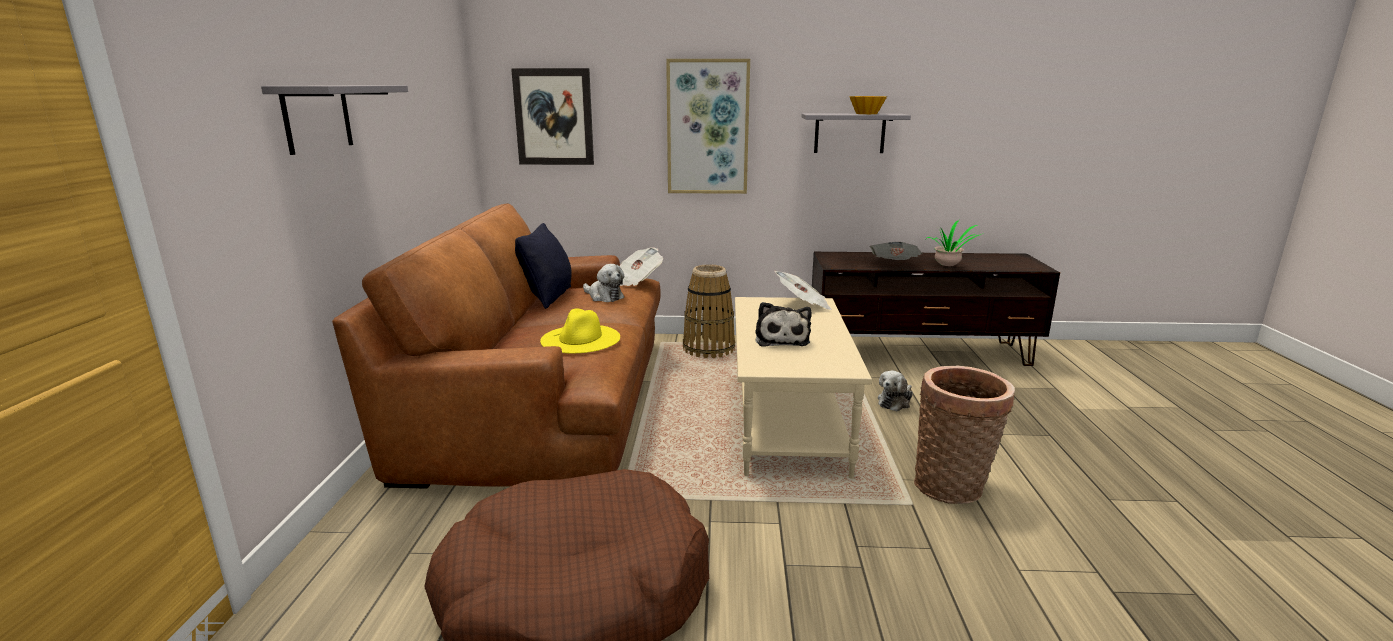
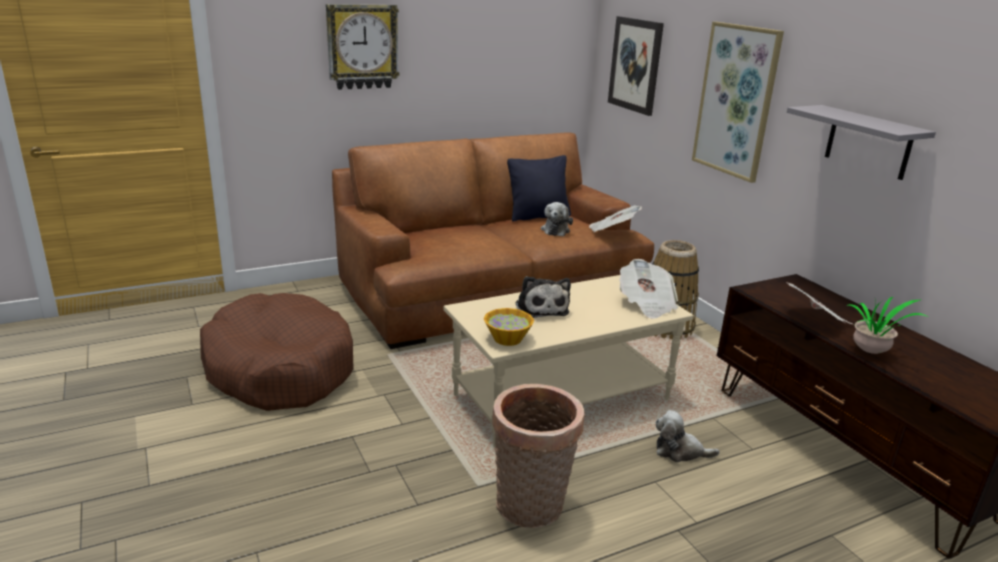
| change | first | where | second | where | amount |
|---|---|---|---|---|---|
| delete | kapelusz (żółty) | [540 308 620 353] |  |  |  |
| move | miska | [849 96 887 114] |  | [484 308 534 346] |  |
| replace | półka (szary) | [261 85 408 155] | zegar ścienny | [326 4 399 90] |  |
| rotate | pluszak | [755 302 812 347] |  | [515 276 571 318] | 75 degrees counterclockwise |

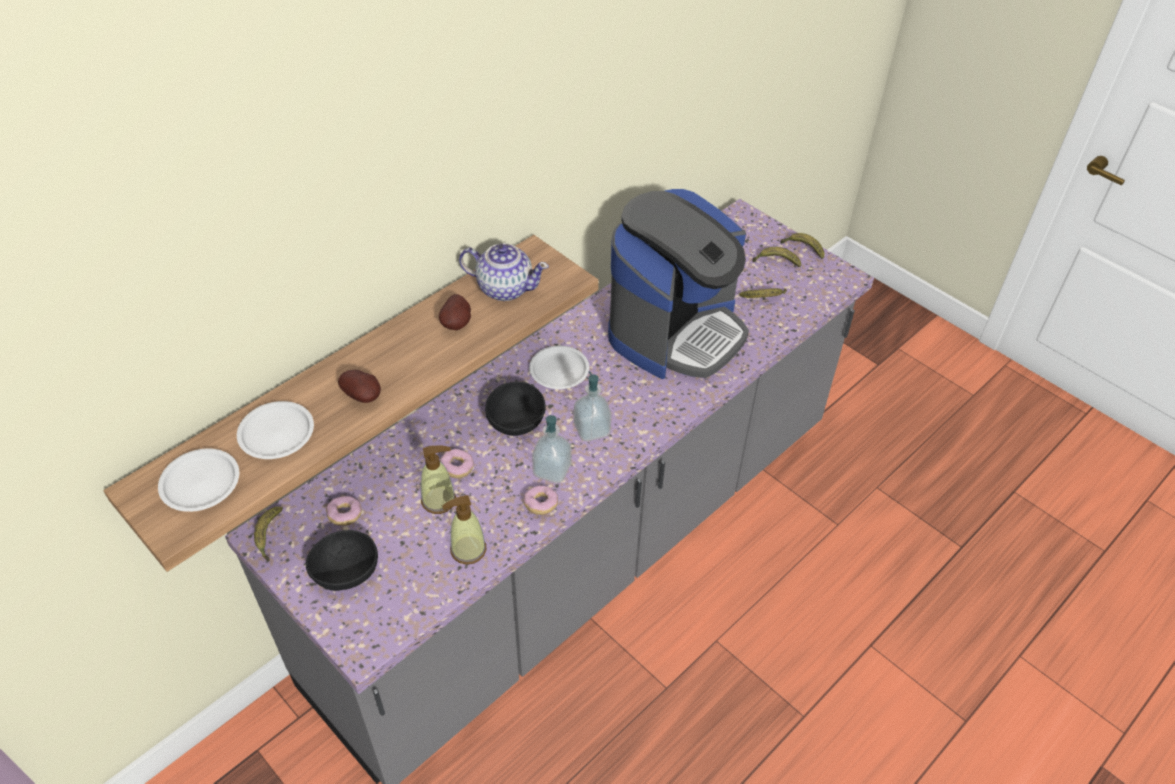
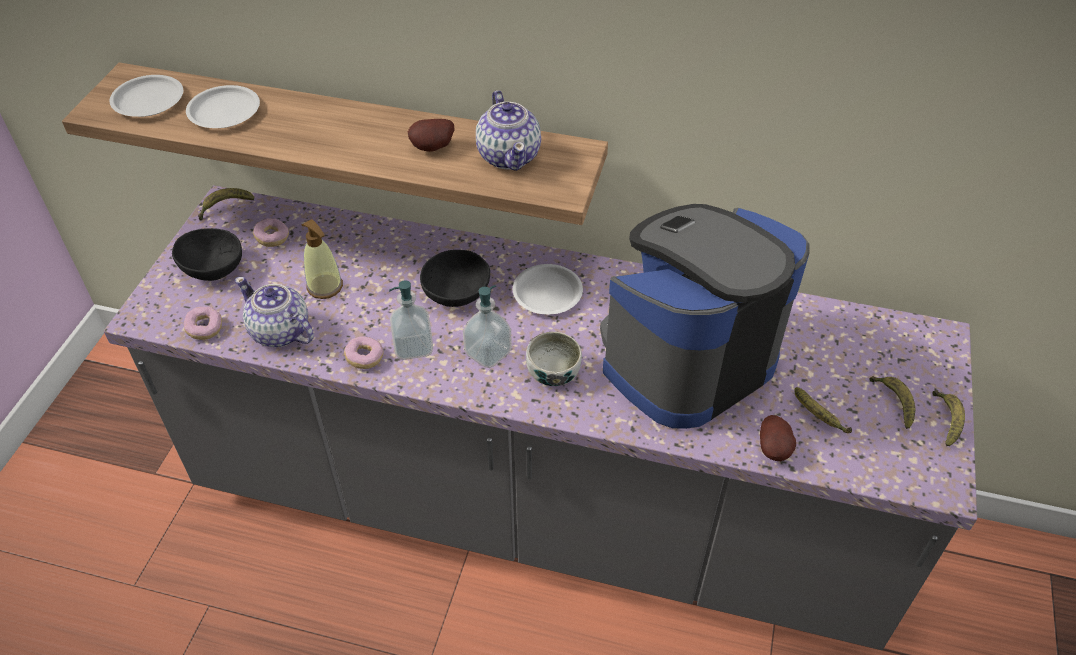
| change | first | where | second | where | amount |
|---|---|---|---|---|---|
| insert |  |  | miska | [526 332 582 386] |  |
| move | ziemniak | [338 370 381 403] |  | [760 415 796 461] |  |
| move | donut | [440 449 474 478] |  | [184 307 222 340] |  |
| replace | dozownik mydła | [442 495 487 565] | imbryk | [235 277 314 347] |  |
| rotate | ekspres do kawy | [608 189 749 379] |  | [600 204 809 429] | 135 degrees clockwise |

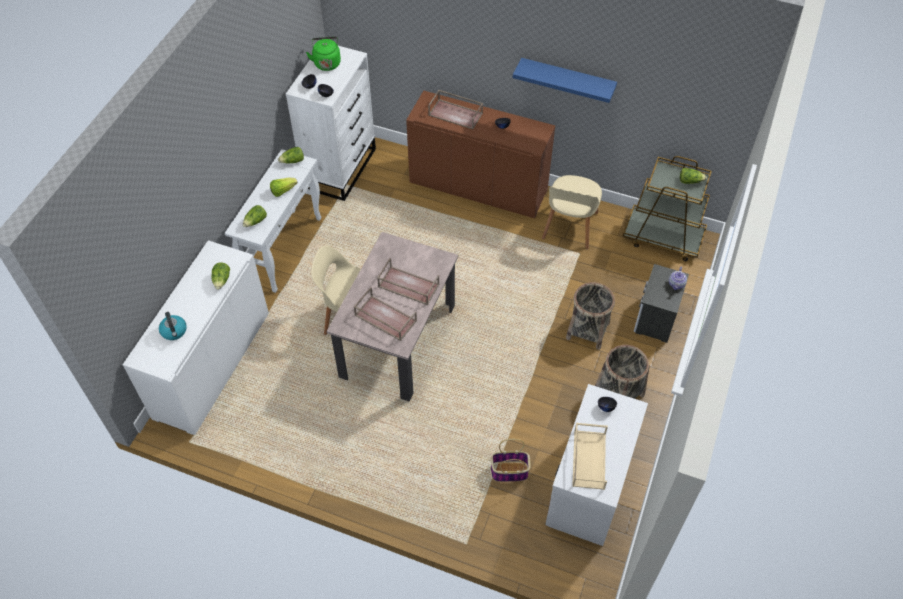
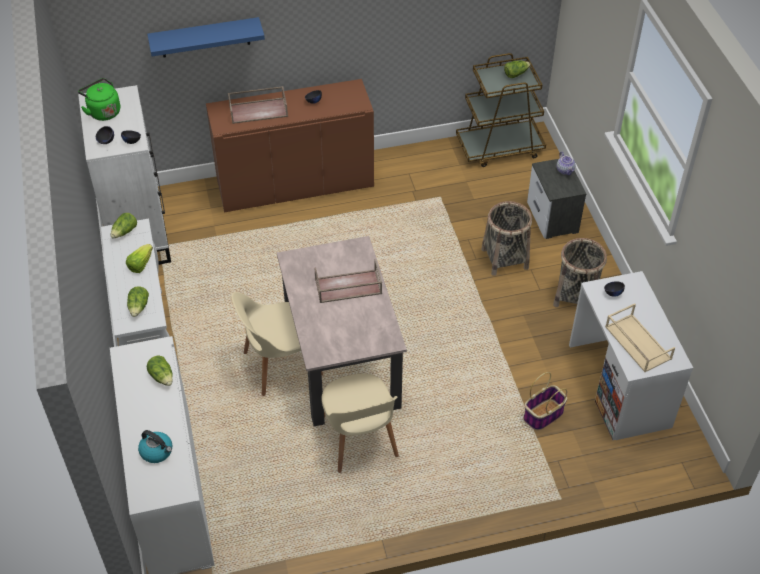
| change | first | where | second | where | amount |
|---|---|---|---|---|---|
| delete | taca (brązowy) | [353 287 417 341] |  |  |  |
| move | półka (niebieski) | [513 58 617 103] |  | [147 17 265 58] |  |
| move | krzesło (beżowy) | [542 175 602 250] |  | [321 373 399 473] |  |

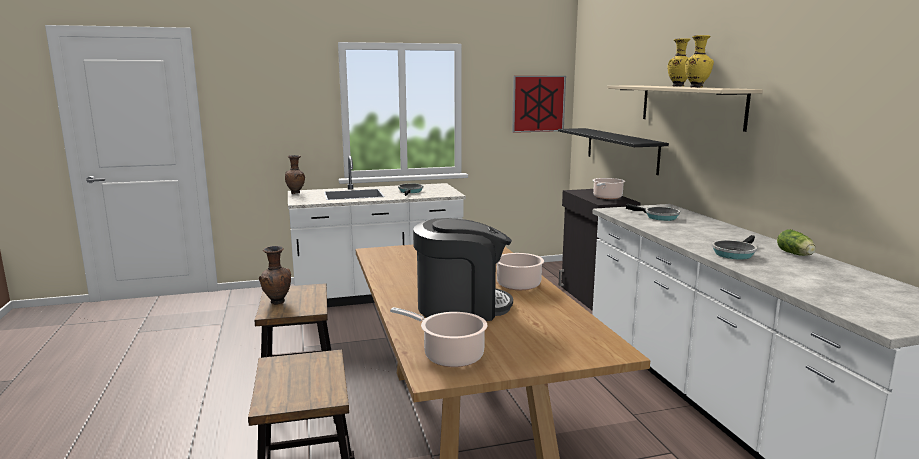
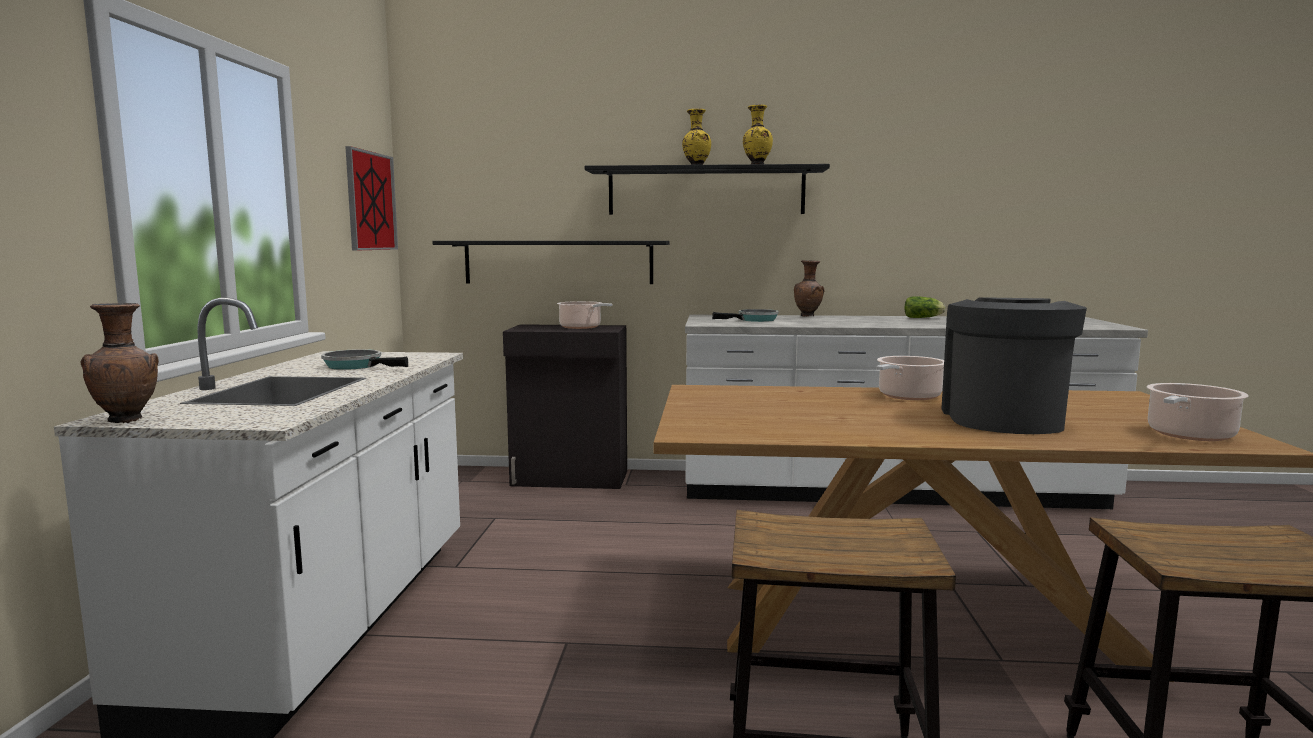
| change | first | where | second | where | amount |
|---|---|---|---|---|---|
| delete | patelnia | [712 235 757 260] |  |  |  |
| move | wazon (brązowy) | [259 246 291 305] |  | [794 260 824 317] |  |
| recolor | półka (beżowy) | [607 86 763 132] | półka (czarny) | [585 164 830 215] |  |

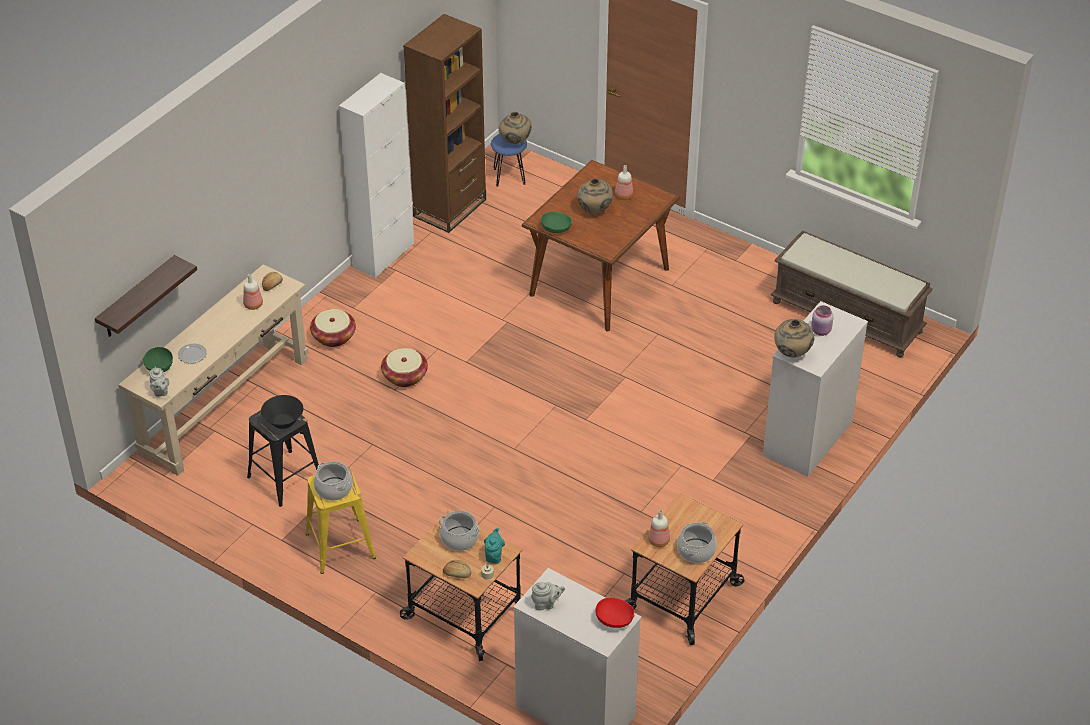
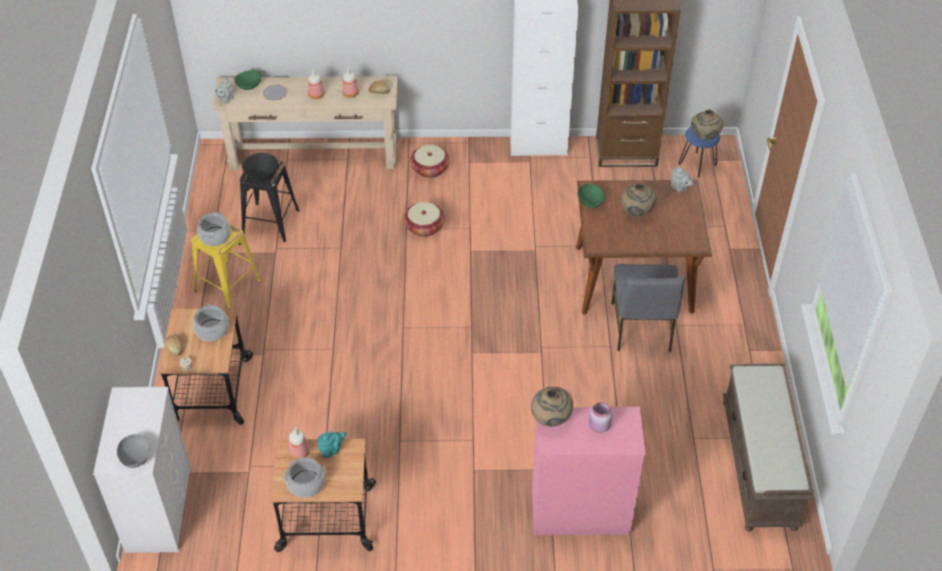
| change | first | where | second | where | amount |
|---|---|---|---|---|---|
| delete | półka | [95 255 197 337] |  |  |  |
| insert |  |  | krzesło (szary) | [611 264 686 352] |  |
| move | imbryk (turkusowy) | [484 528 505 564] |  | [317 431 346 458] |  |
| move | imbryk (szary) | [531 582 565 610] |  | [671 167 694 192] |  |
| move | butelka | [615 165 633 200] |  | [308 68 324 99] |  |
| recolor | miska (czerwony) | [595 598 634 628] | miska (szary) | [117 434 150 468] |  |
| recolor | komoda (biały) | [763 301 868 477] | komoda (różowy) | [532 407 646 536] |  |

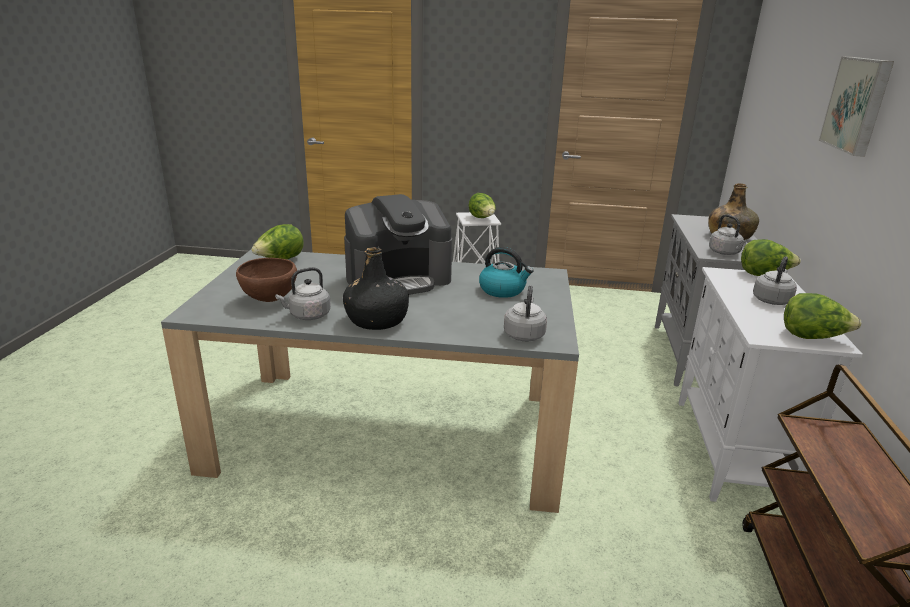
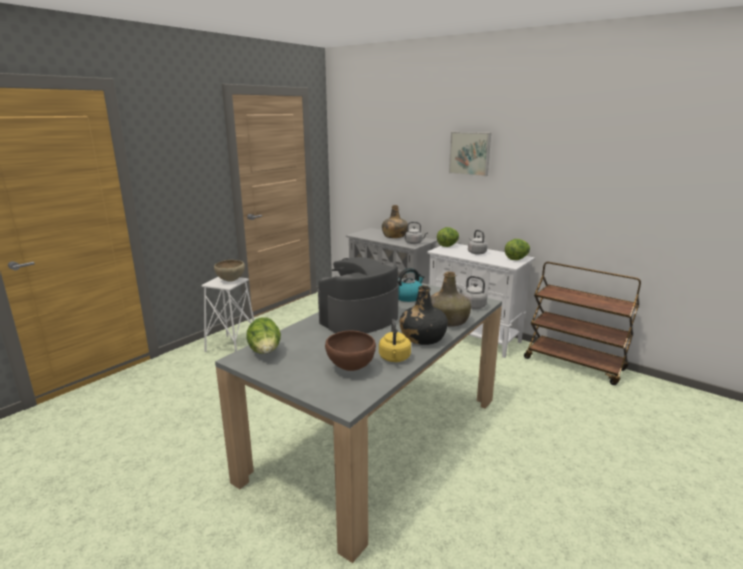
| change | first | where | second | where | amount |
|---|---|---|---|---|---|
| insert |  |  | butelka (zielony) | [430 272 471 327] |  |
| replace | sałata | [468 193 496 218] | miska (brązowy) | [214 260 245 282] |  |
| recolor | czajnik (szary) | [275 267 331 320] | czajnik (żółty) | [379 319 411 362] |  |
| rotate | ekspres do kawy | [344 194 452 295] |  | [318 257 399 333] | 135 degrees counterclockwise |

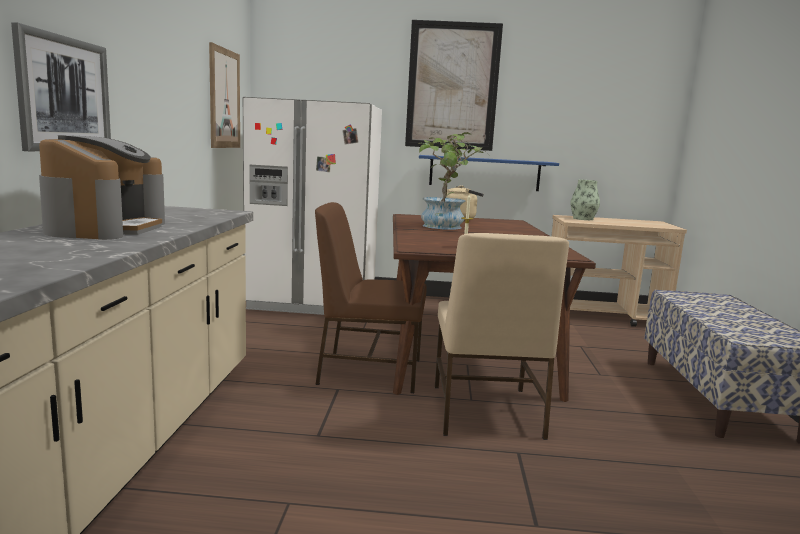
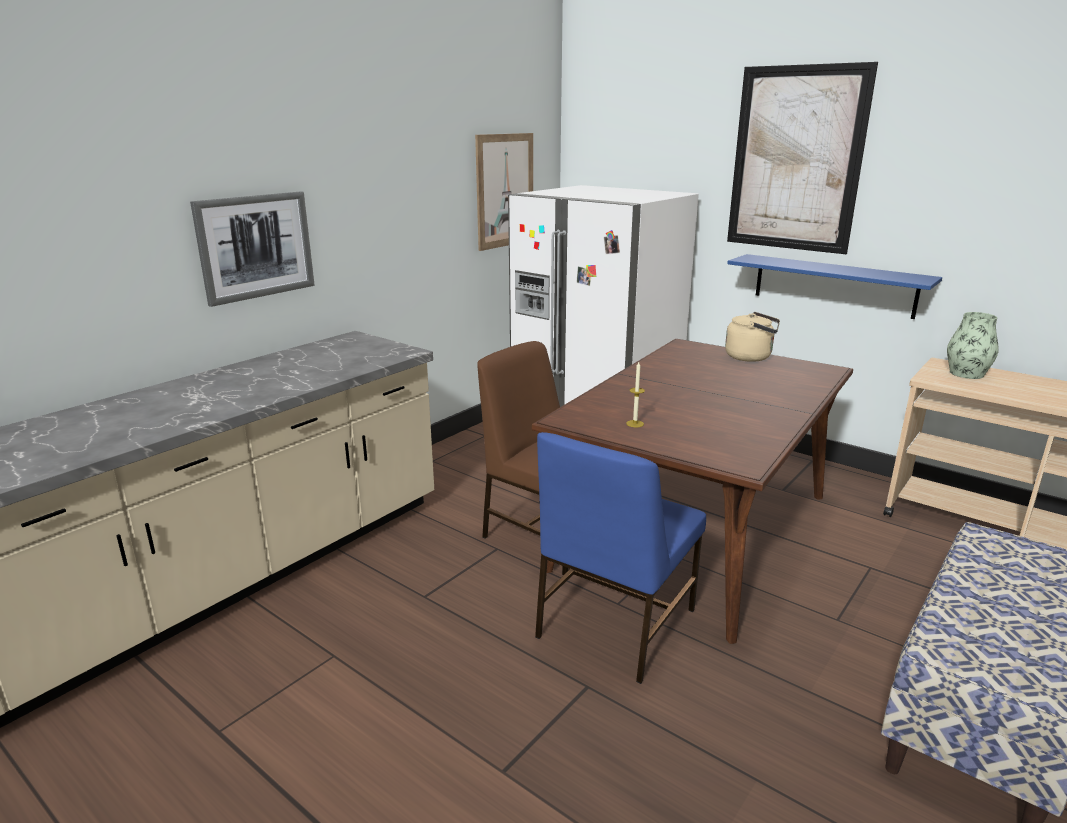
| change | first | where | second | where | amount |
|---|---|---|---|---|---|
| delete | ekspres do kawy | [39 135 165 240] |  |  |  |
| delete | roślina doniczkowa | [418 132 489 230] |  |  |  |
| recolor | krzesło (beżowy) | [435 233 569 440] | krzesło (niebieski) | [535 432 706 684] |  |

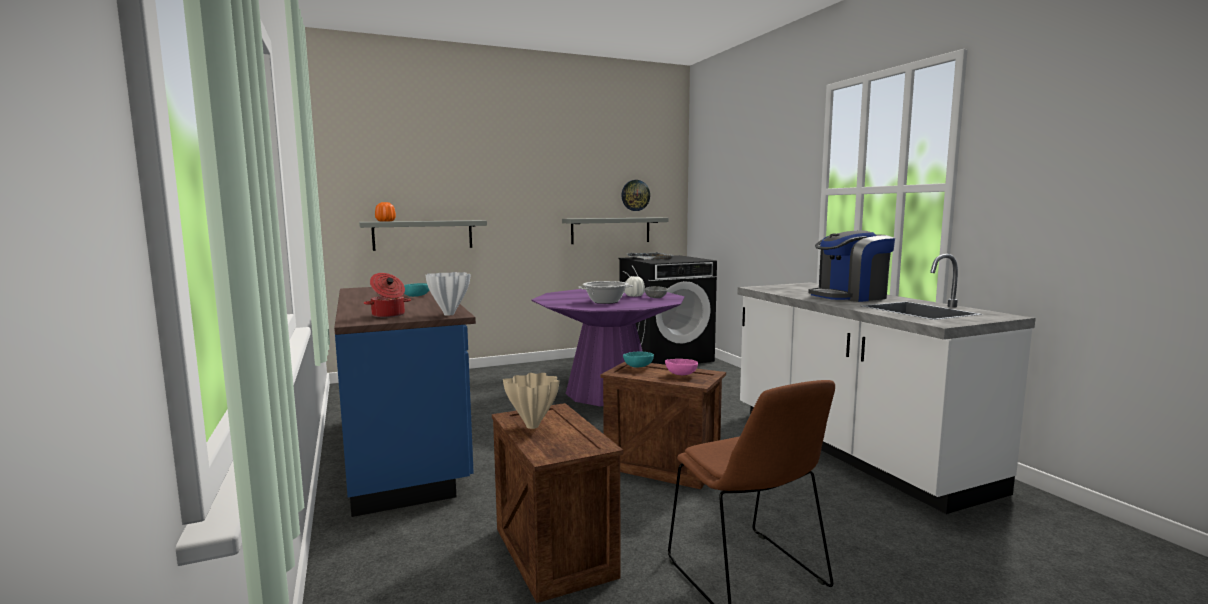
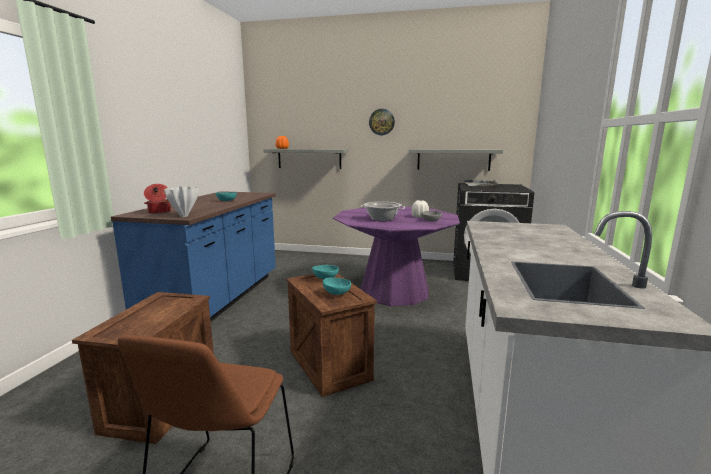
| change | first | where | second | where | amount |
|---|---|---|---|---|---|
| delete | wazon (beżowy) | [503 373 559 429] |  |  |  |
| delete | ekspres do kawy | [808 230 895 302] |  |  |  |
| move | zegar ścienny | [621 180 650 211] |  | [369 109 395 135] |  |
| recolor | miska (różowy) | [665 359 698 375] | miska (turkusowy) | [322 277 351 295] |  |

